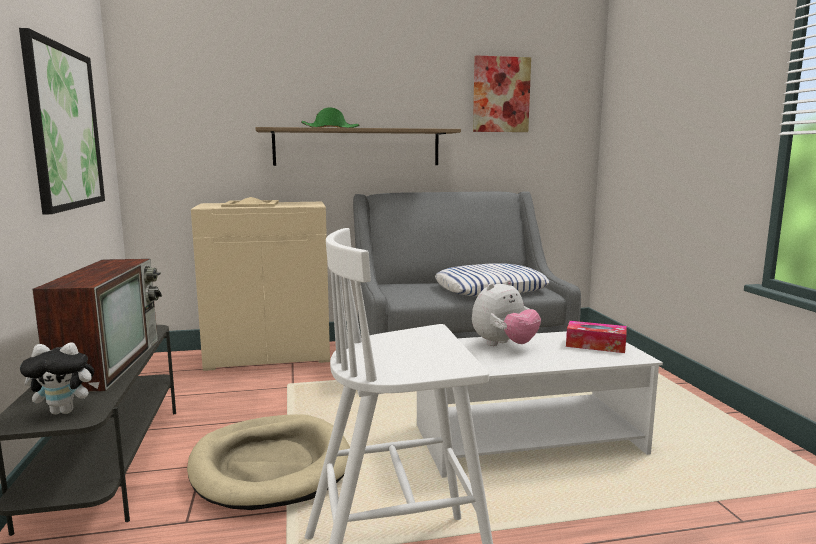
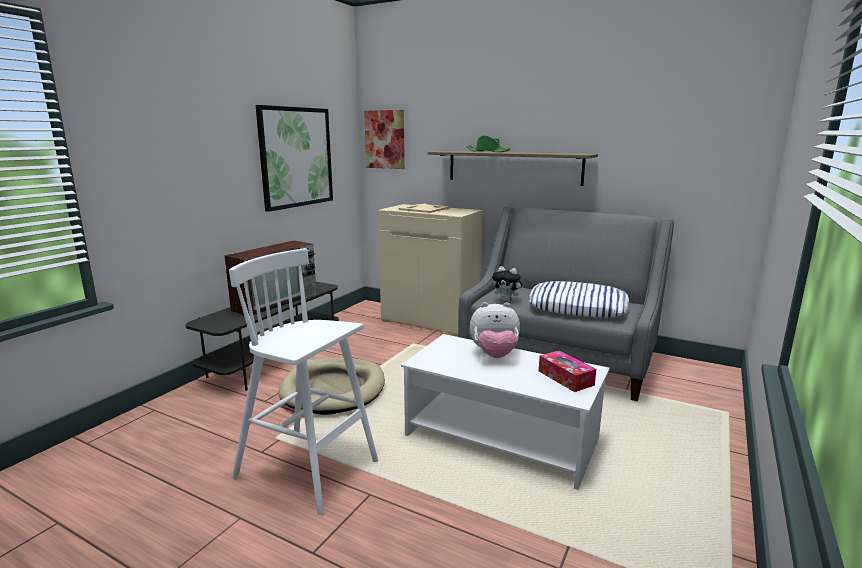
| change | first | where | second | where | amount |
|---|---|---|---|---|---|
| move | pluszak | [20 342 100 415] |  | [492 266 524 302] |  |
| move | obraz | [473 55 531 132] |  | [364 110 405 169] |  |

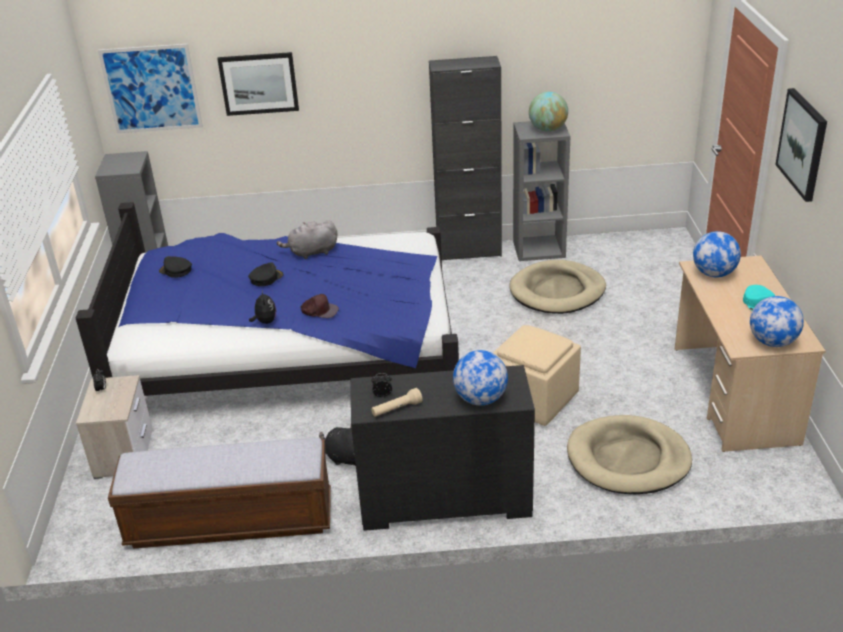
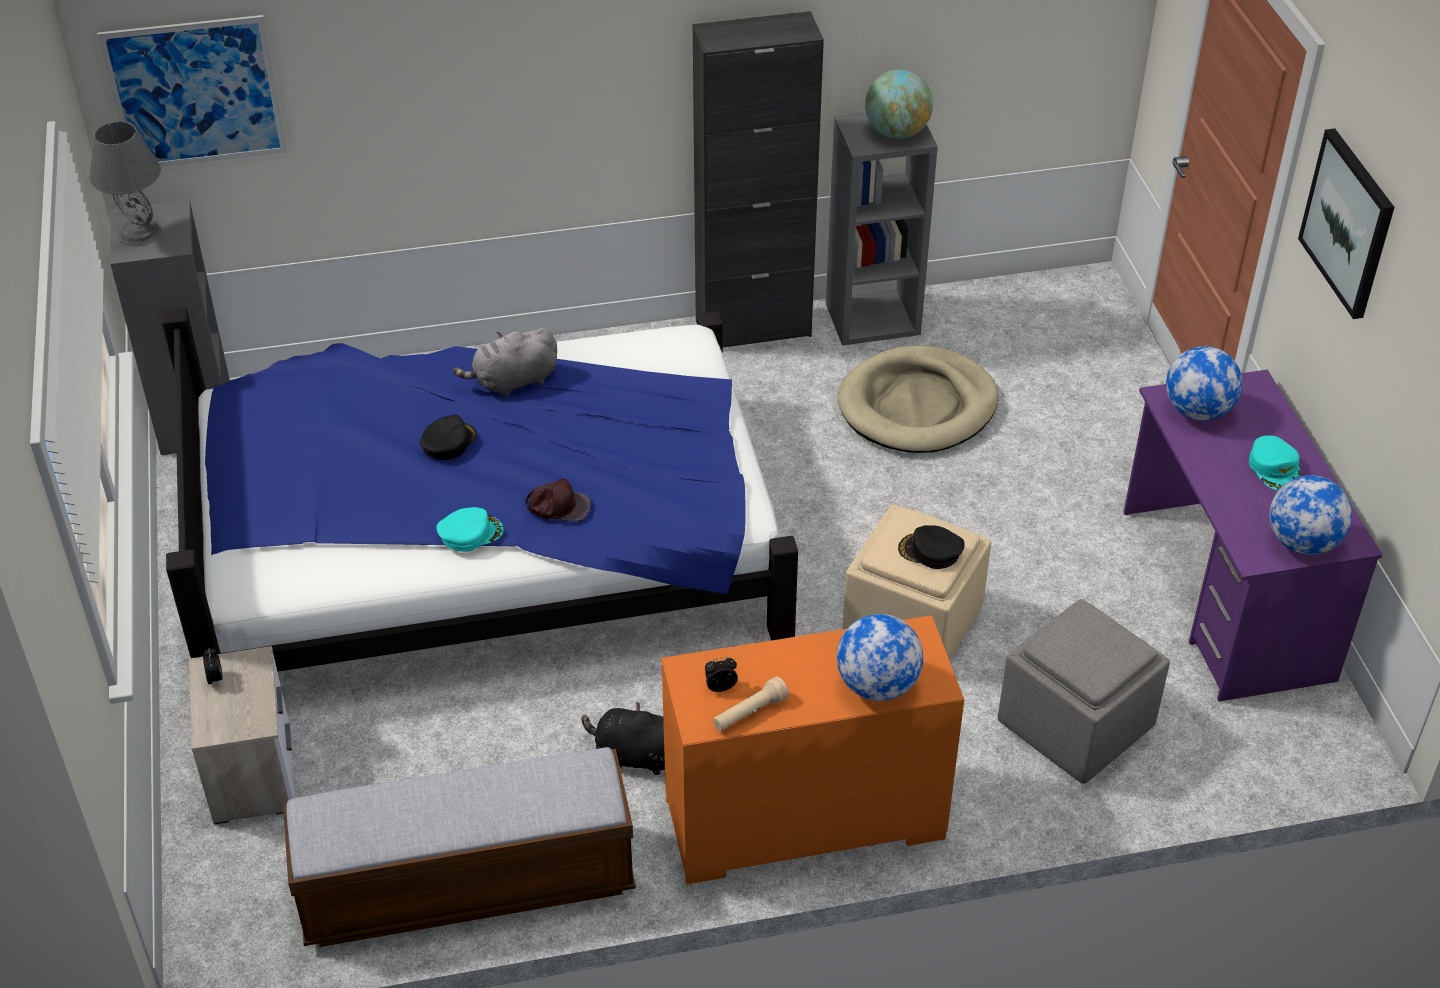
| change | first | where | second | where | amount |
|---|---|---|---|---|---|
| delete | obraz | [217 52 299 116] |  |  |  |
| insert |  |  | lampa stołowa (szary) | [89 121 162 246] |  |
| move | czapka z daszkiem (czarny) | [159 256 192 278] |  | [898 525 965 569] |  |
| replace | pluszak | [249 289 276 324] | czapka z daszkiem (turkusowy) | [436 507 504 552] |  |
| replace | legowisko (beżowy) | [567 415 692 494] | pufa (szary) | [998 599 1170 784] |  |
| recolor | komoda (czarny) | [351 365 535 531] | komoda (pomarańczowy) | [661 615 964 884] |  |
| recolor | biurko (beżowy) | [675 255 826 452] | biurko (fioletowy) | [1123 370 1382 702] |  |

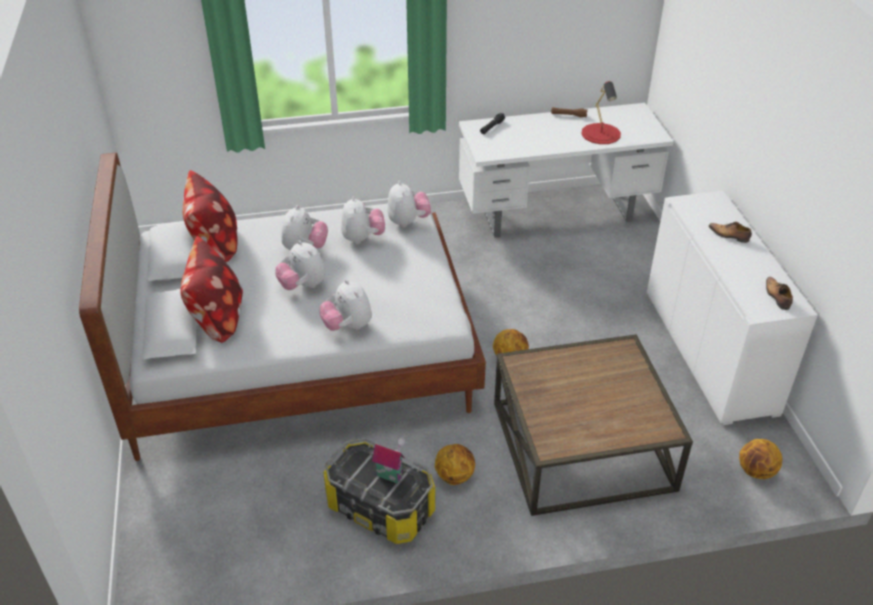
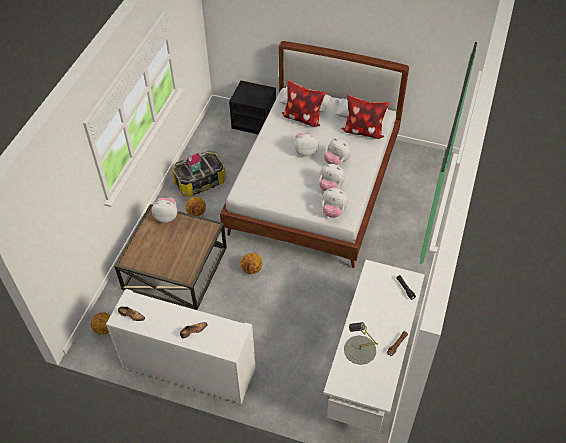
| change | first | where | second | where | amount |
|---|---|---|---|---|---|
| insert |  |  | szafka nocna (czarny) | [229 81 276 135] |  |
| move | pluszak | [320 280 372 331] |  | [152 198 177 223] |  |
| recolor | lampa stołowa (czerwony) | [581 81 621 144] | lampa stołowa (szary) | [344 322 378 365] |  |

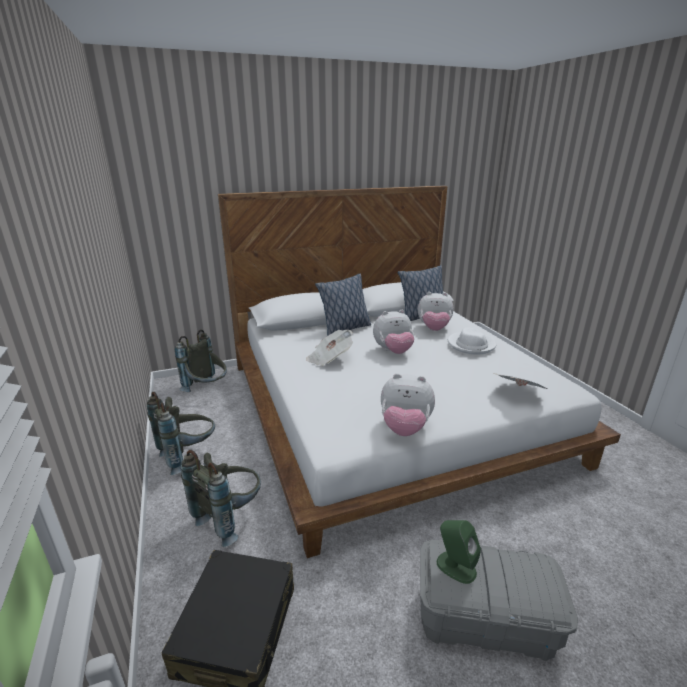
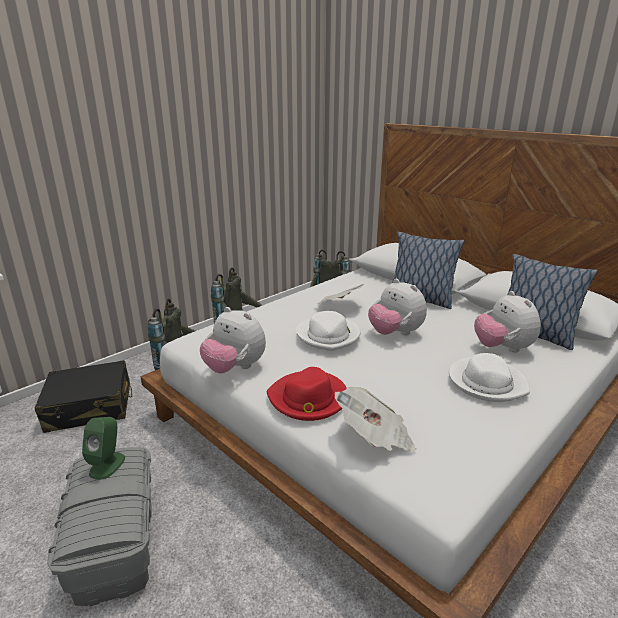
| change | first | where | second | where | amount |
|---|---|---|---|---|---|
| insert |  |  | kapelusz (czerwony) | [267 367 347 421] |  |
| insert |  |  | kapelusz (biały) | [296 311 361 351] |  |
| rotate | pluszak | [381 373 435 436] |  | [200 307 266 374] | 45 degrees counterclockwise |

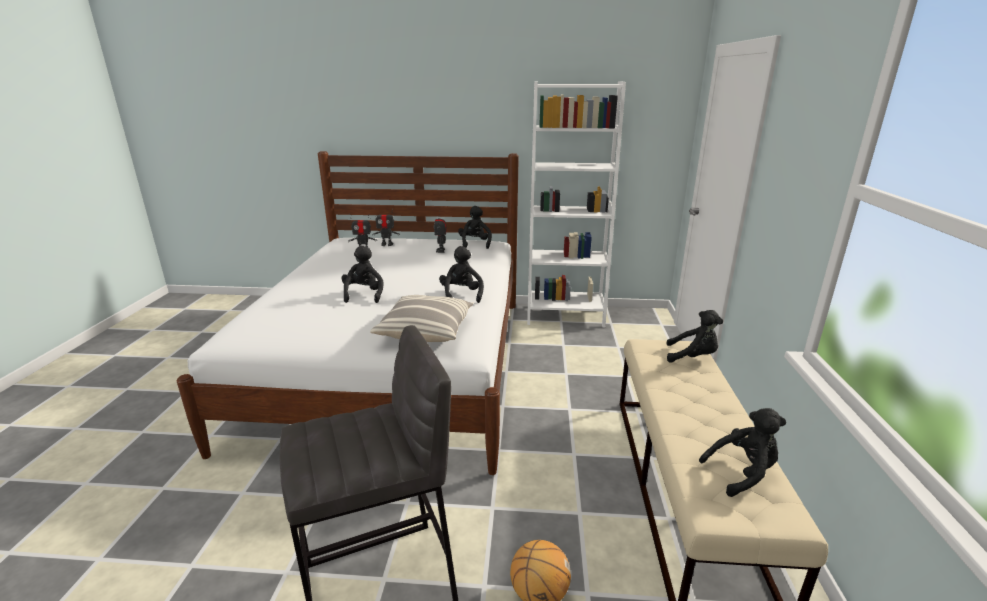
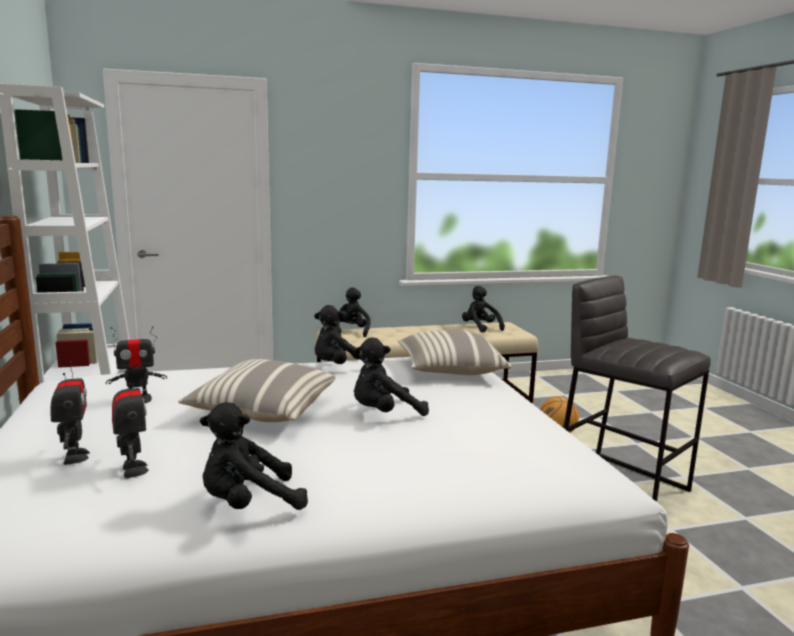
| change | first | where | second | where | amount |
|---|---|---|---|---|---|
| insert |  |  | poduszka | [178 359 336 422] |  |
| move | pluszak (czarny) | [458 206 492 249] |  | [200 402 308 510] |  |

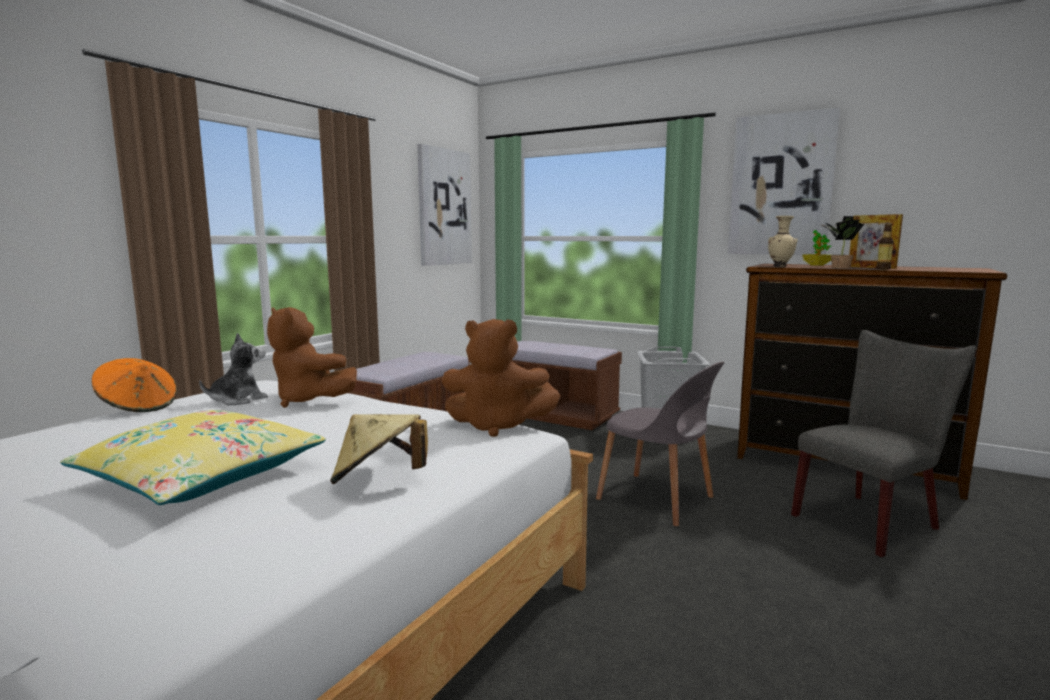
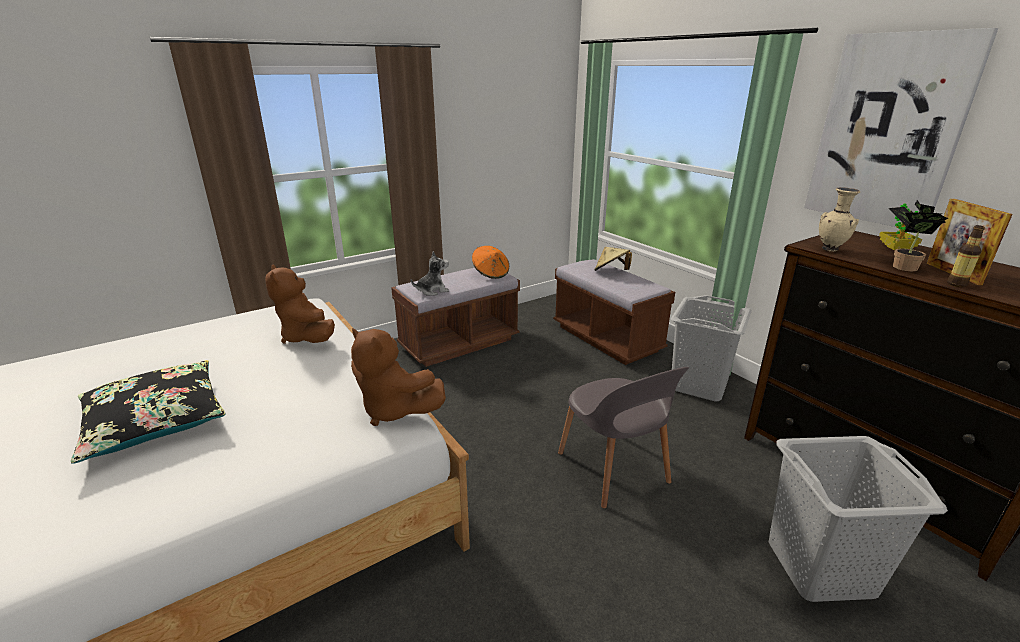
| change | first | where | second | where | amount |
|---|---|---|---|---|---|
| delete | obraz | [417 144 472 266] |  |  |  |
| move | kapelusz (pomarańczowy) | [92 358 177 412] |  | [472 246 509 279] |  |
| move | pluszak | [199 333 268 405] |  | [411 251 449 296] |  |
| move | kapelusz (beżowy) | [330 414 428 484] |  | [594 247 632 271] |  |
| replace | krzesło (szary) | [791 330 976 557] | kosz na pranie (szary) | [769 436 948 602] |  |
| recolor | poduszka (żółty) | [60 410 325 505] | poduszka (czarny) | [71 360 226 464] |  |

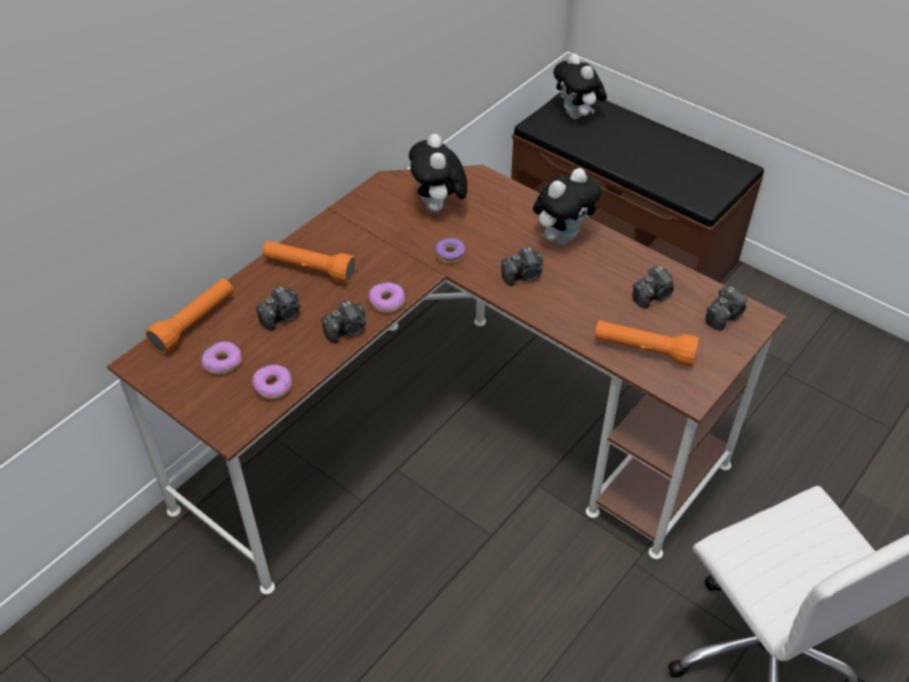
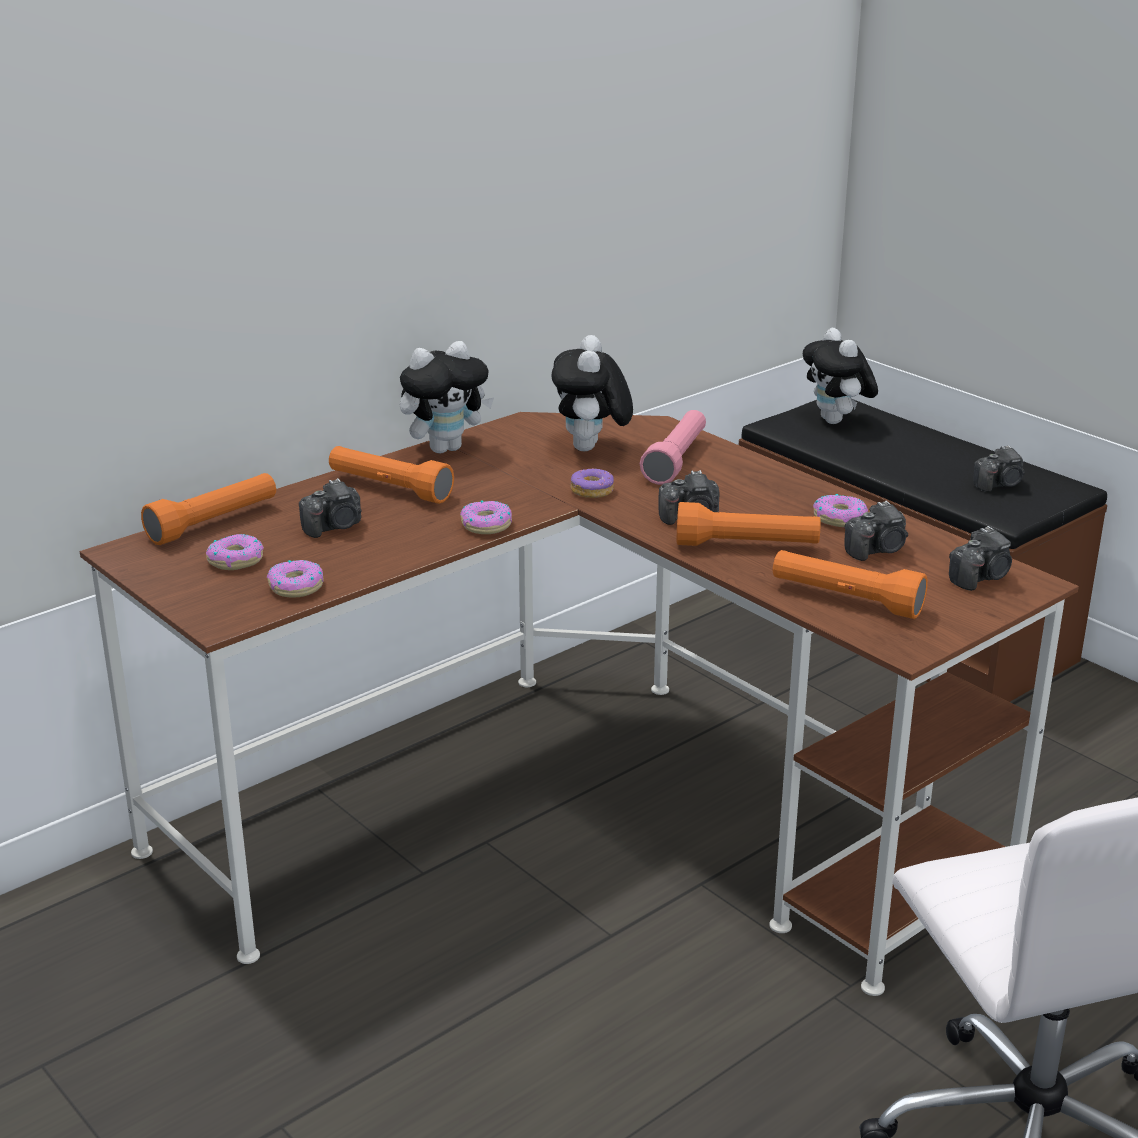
| change | first | where | second | where | amount |
|---|---|---|---|---|---|
| insert |  |  | latarka (różowy) | [640 410 706 485] |  |
| insert |  |  | latarka (pomarańczowy) | [677 502 821 546] |  |
| insert |  |  | donut | [813 494 868 527] |  |
| move | aparat fotograficzny | [321 300 366 344] |  | [973 445 1025 492] |  |
| move | pluszak | [533 168 602 245] |  | [400 341 494 454] |  |

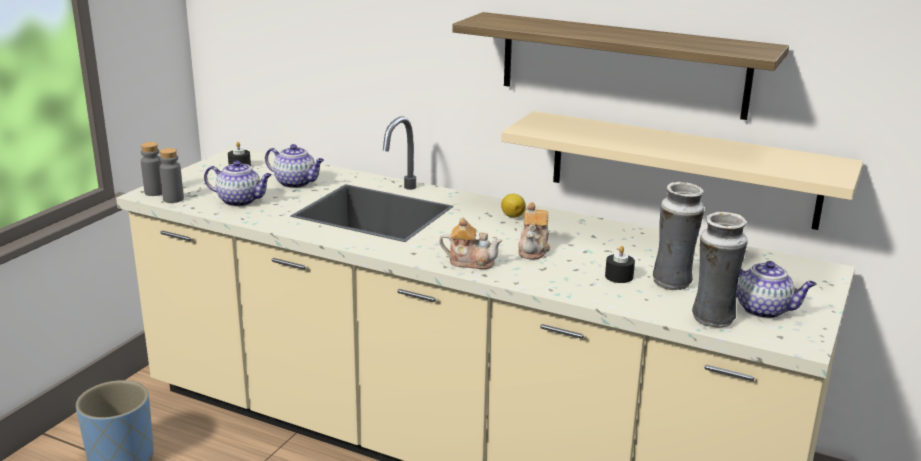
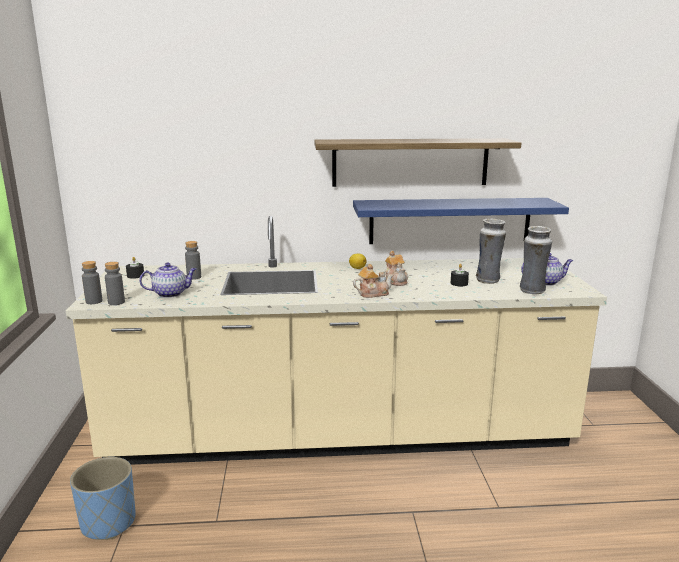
| change | first | where | second | where | amount |
|---|---|---|---|---|---|
| replace | imbryk | [265 144 324 188] | butelka (szary) | [185 241 201 280] |  |
| recolor | półka (beżowy) | [501 111 863 230] | półka (niebieski) | [353 198 569 244] |  |

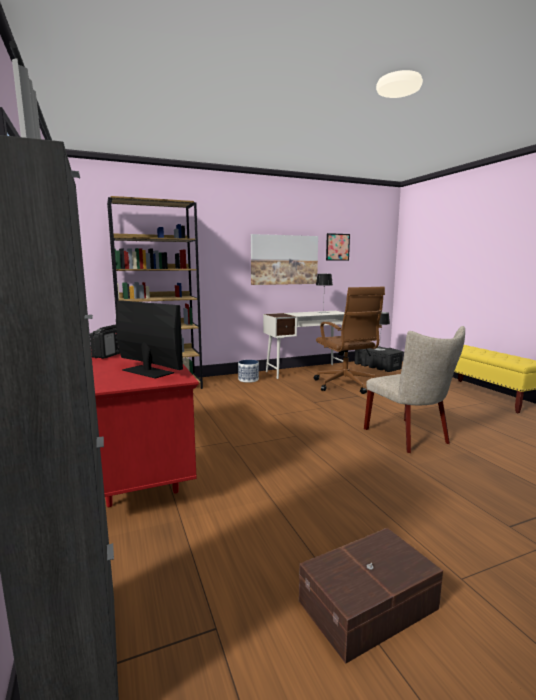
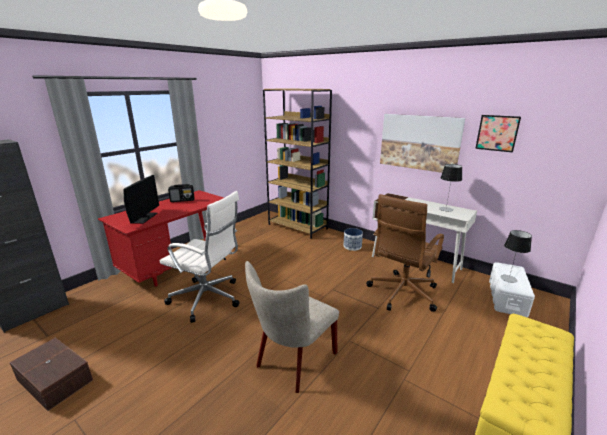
| change | first | where | second | where | amount |
|---|---|---|---|---|---|
| insert |  |  | krzesło biurowe (biały) | [160 191 240 323] |  |
| recolor | pojemnik do przechowywania (czarny) | [355 346 403 372] | pojemnik do przechowywania (biały) | [489 262 535 317] |  |

